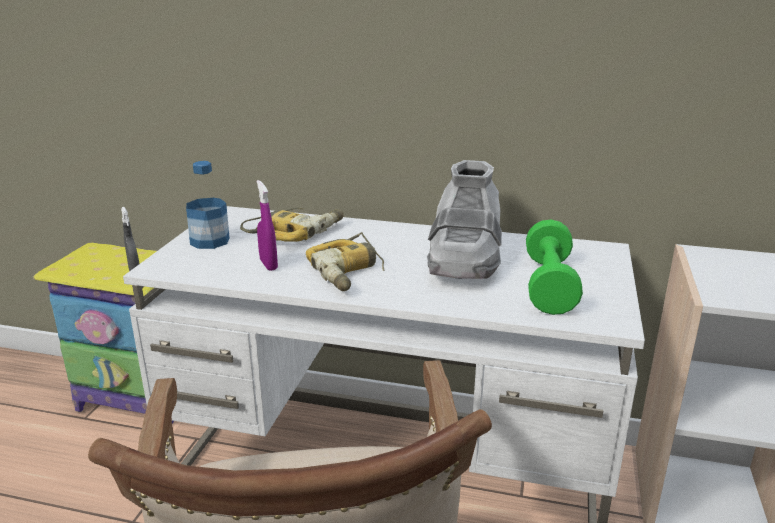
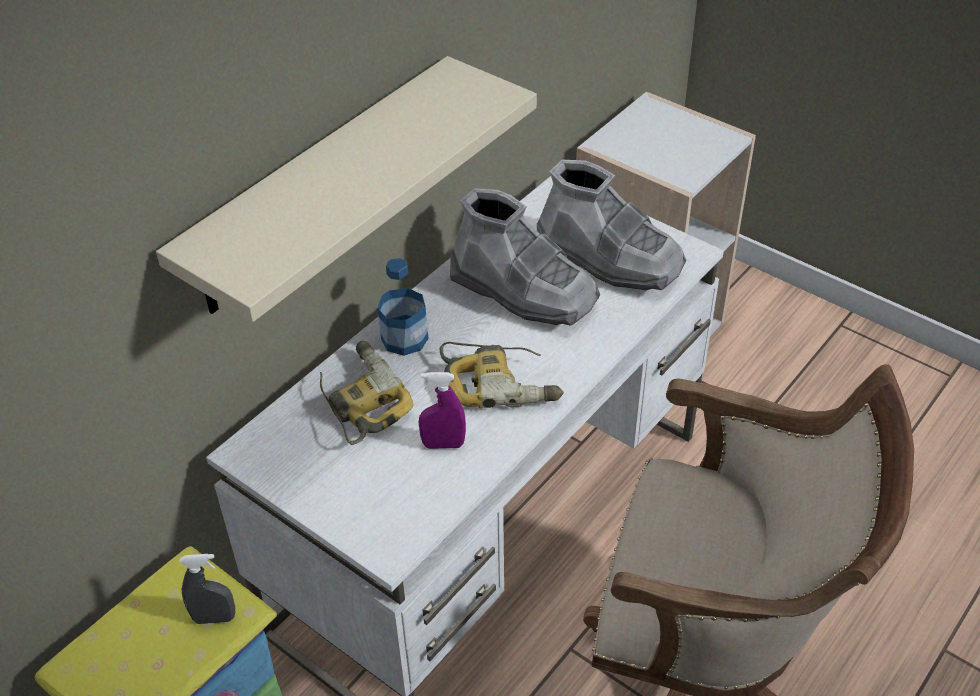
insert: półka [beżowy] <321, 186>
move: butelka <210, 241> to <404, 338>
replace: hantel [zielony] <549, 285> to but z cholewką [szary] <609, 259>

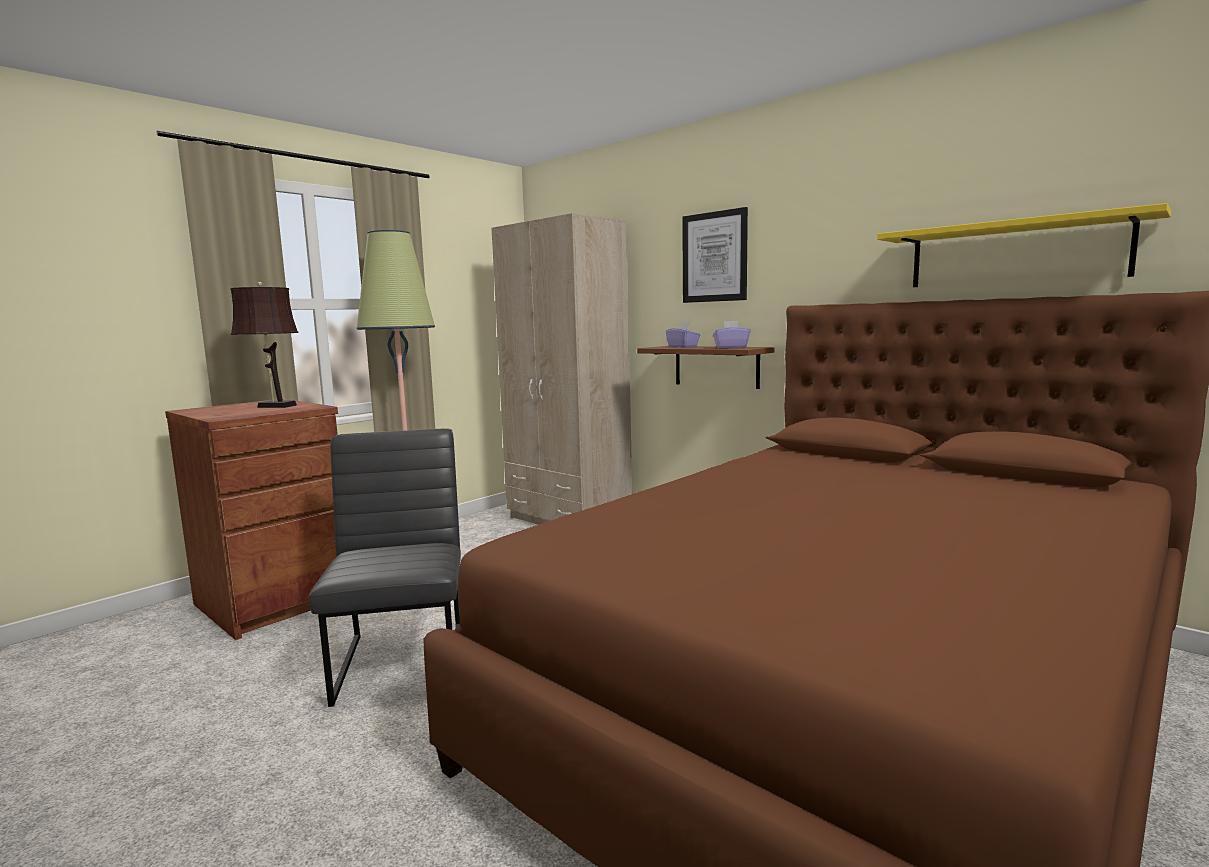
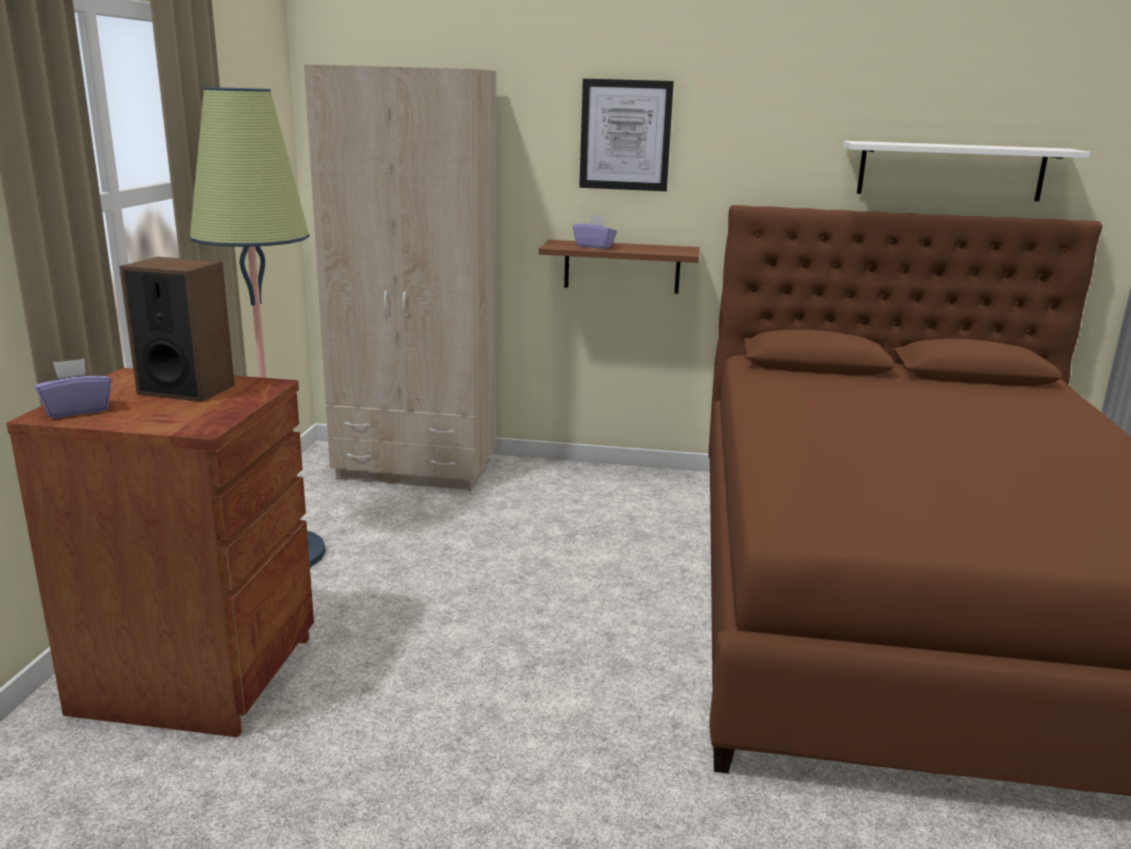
delete: krzesło [szary] <403, 659>
move: pudełko chusteczek [fioletowy] <731, 347> to <77, 410>
replace: lampa stołowa [brązowy] <274, 406> to głośnik <186, 389>
recolor: półka [żółty] <1015, 254> to półka [biały] <950, 171>

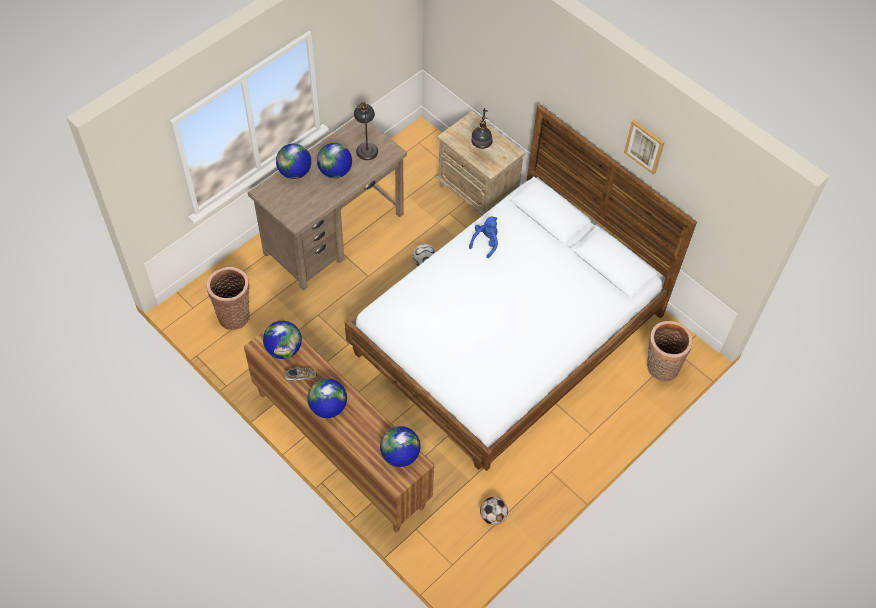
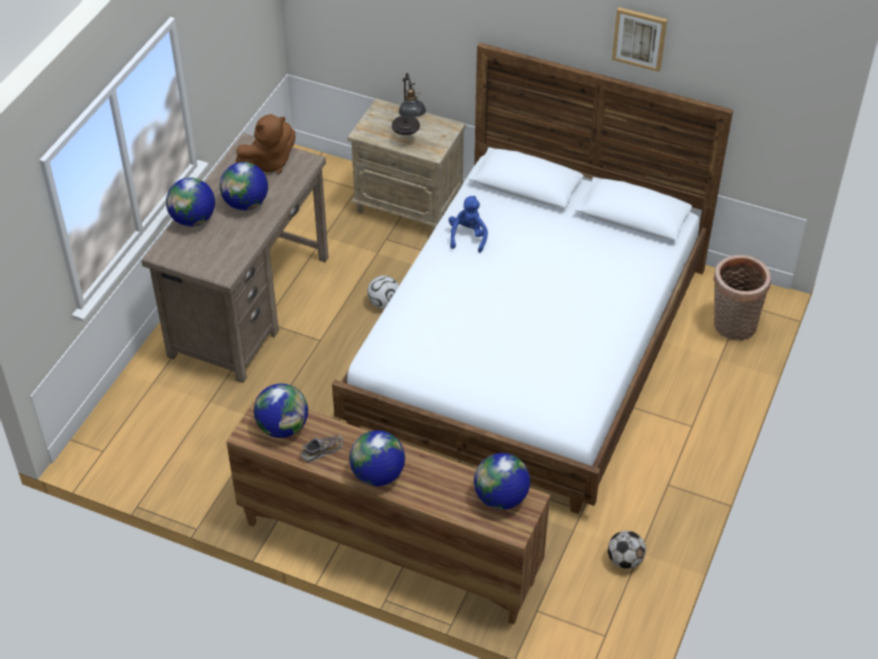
delete: koszyk <234, 314>
replace: lampa stołowa [szary] <365, 144> to pluszak [brązowy] <268, 163>

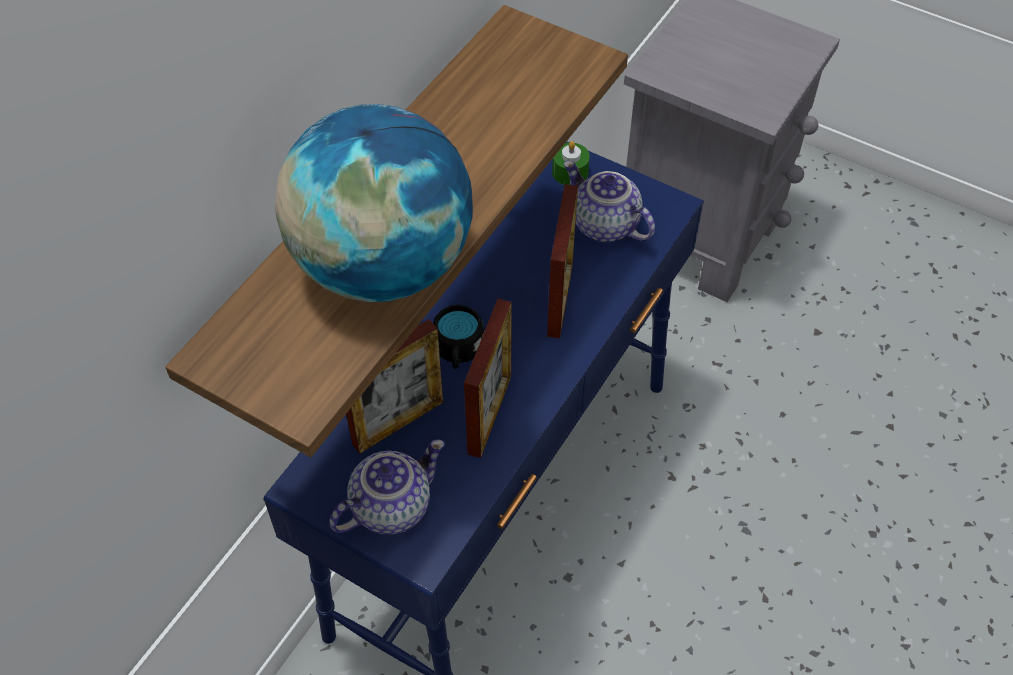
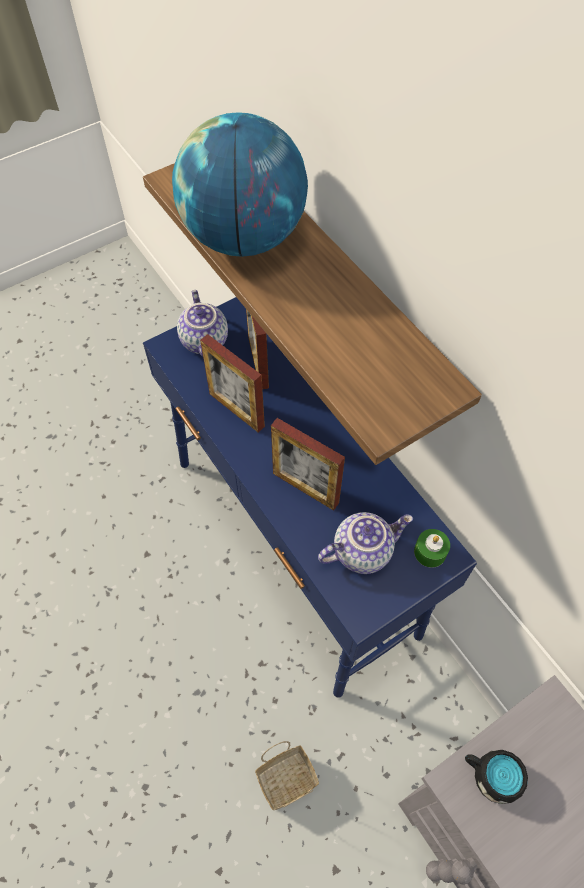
insert: koszyk <286, 782>
move: kubek [czarny] <458, 351> to <489, 774>

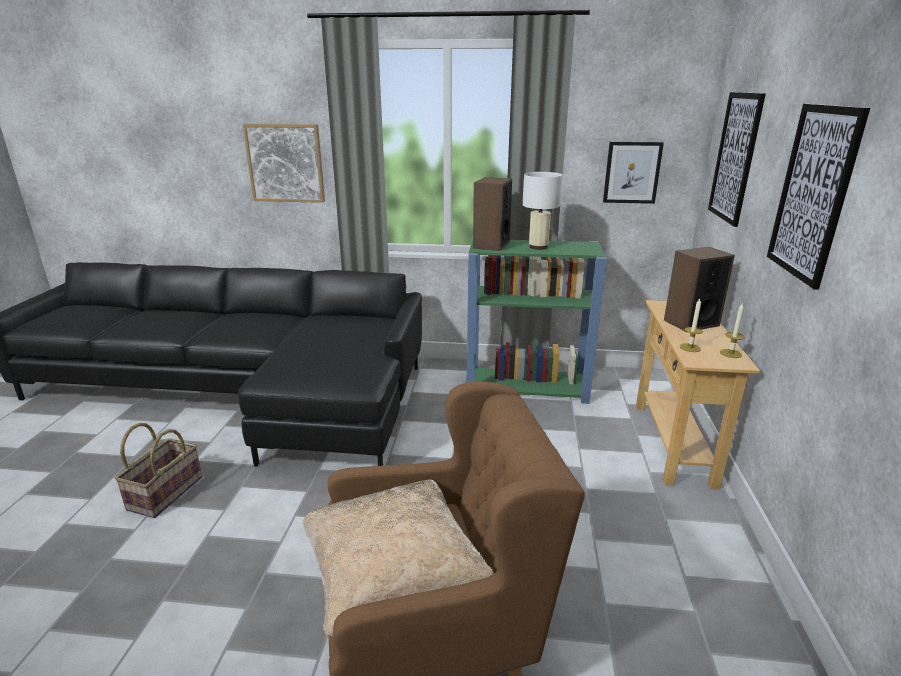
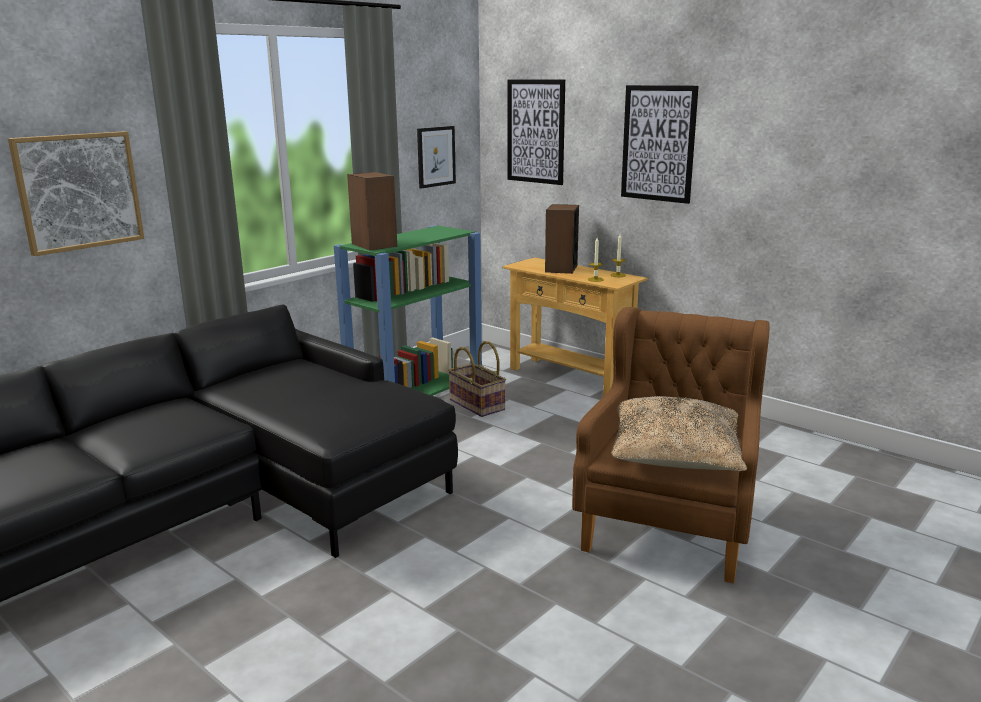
delete: lampa stołowa [biały] <539, 247>
move: koszyk <165, 492> to <476, 405>

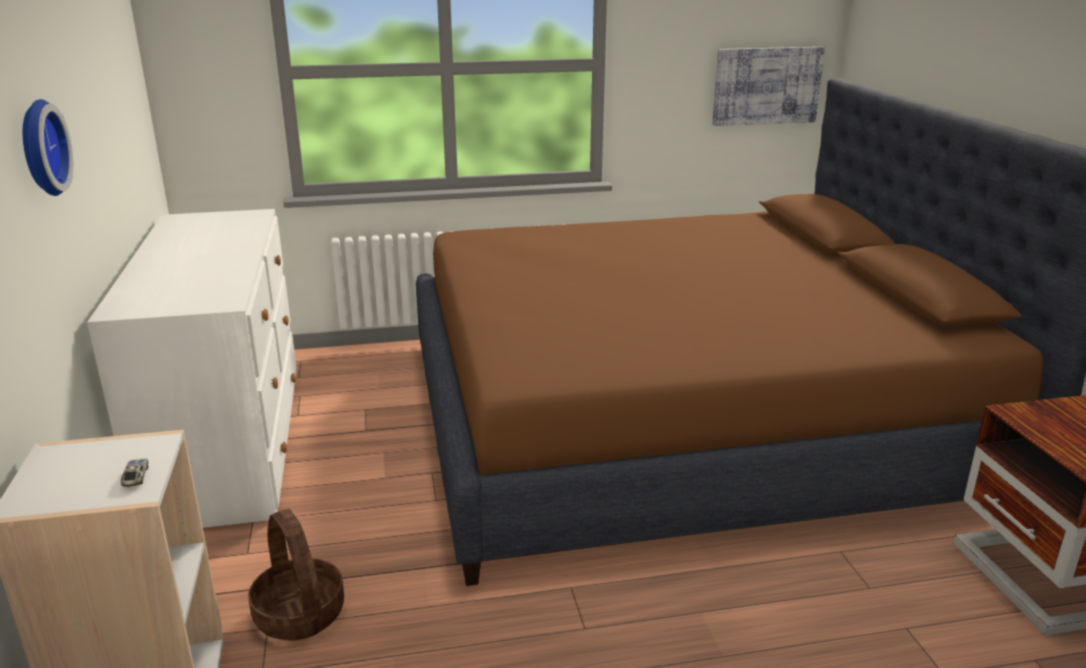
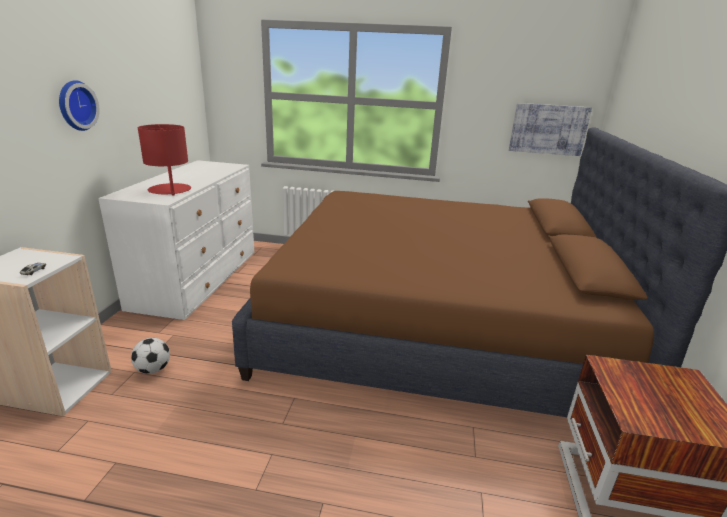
insert: lampa stołowa [czerwony] <170, 190>
replace: koszyk <298, 614> to piłka futbolowa <153, 369>

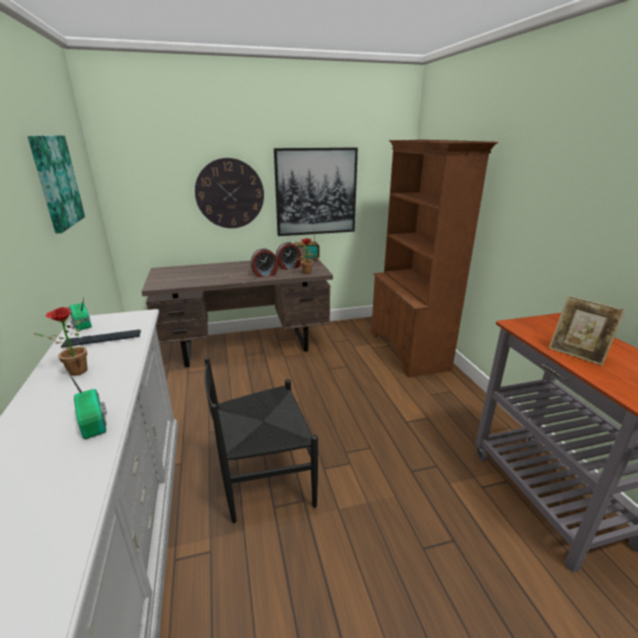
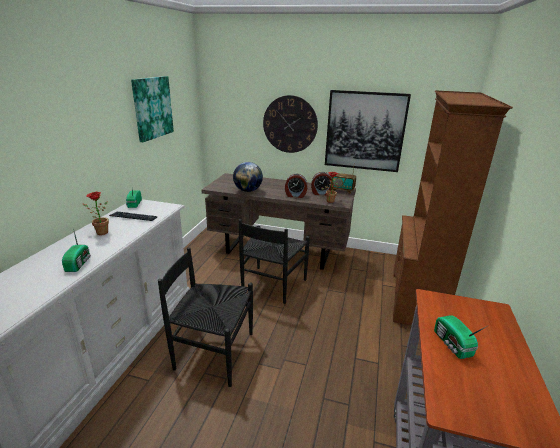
insert: globus <248, 190>; krzesło [czarny] <272, 285>
replace: ramka na zdjęcie <577, 354> to radio <452, 345>

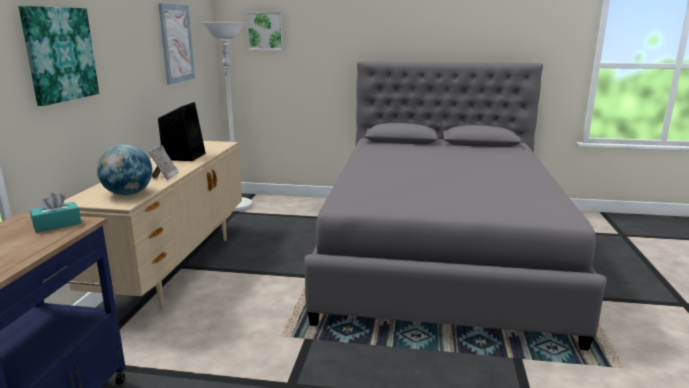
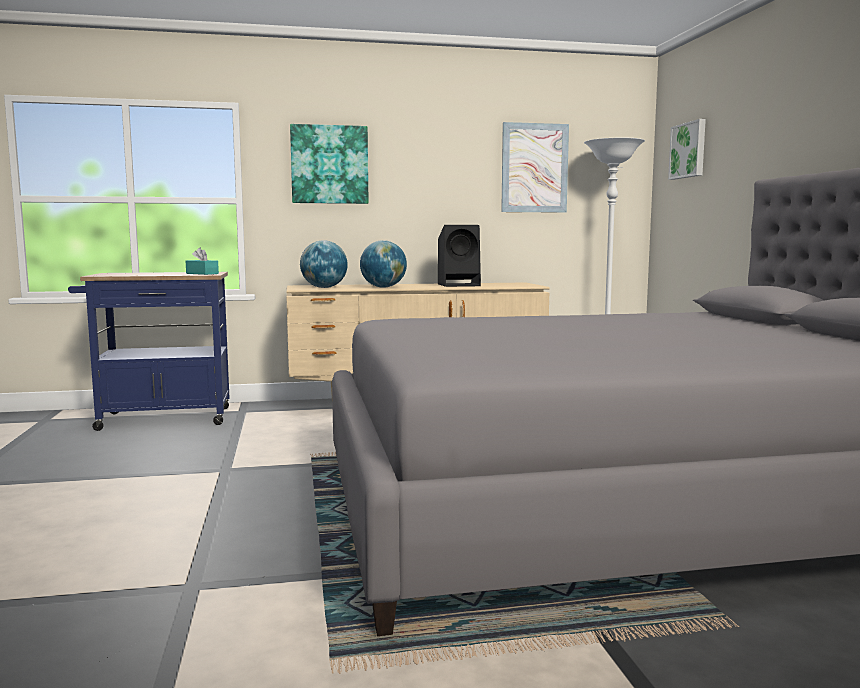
replace: ramka na zdjęcie <165, 176> to globus <383, 287>

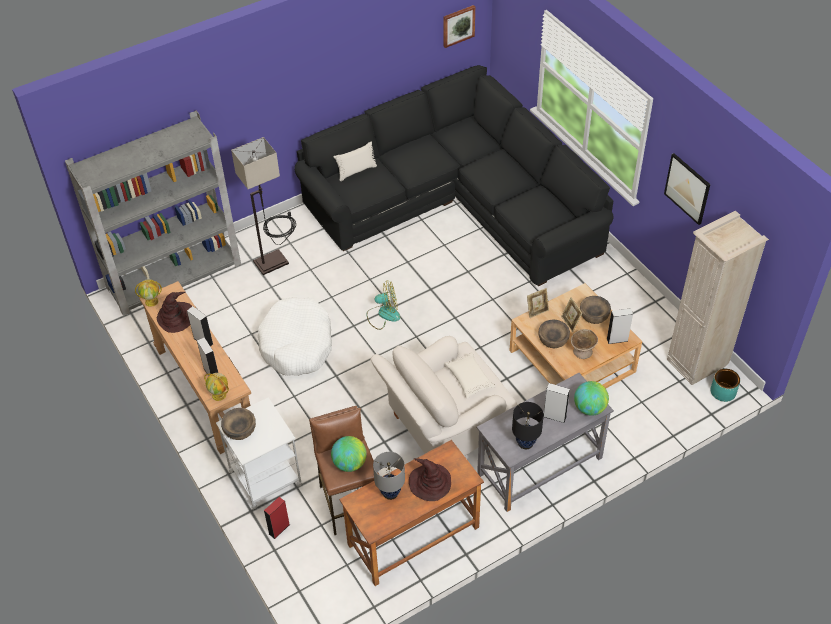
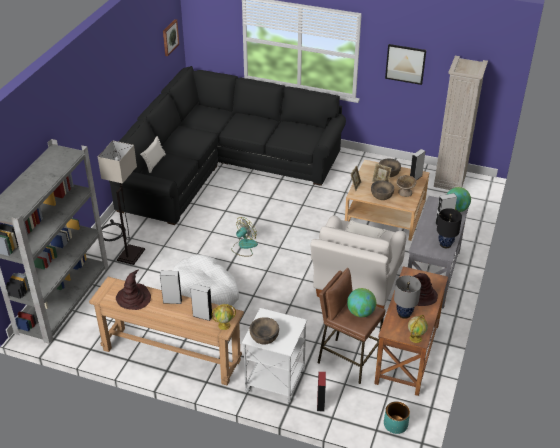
move: globus <152, 301> to <415, 338>; donica [turkusowy] <722, 392> to <395, 424>

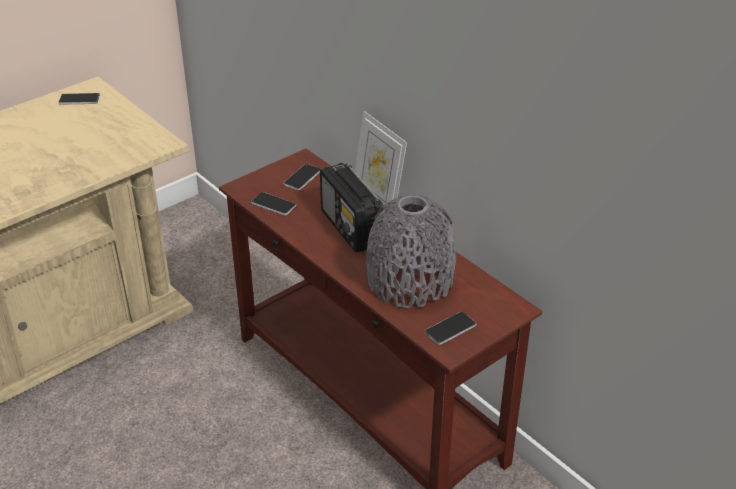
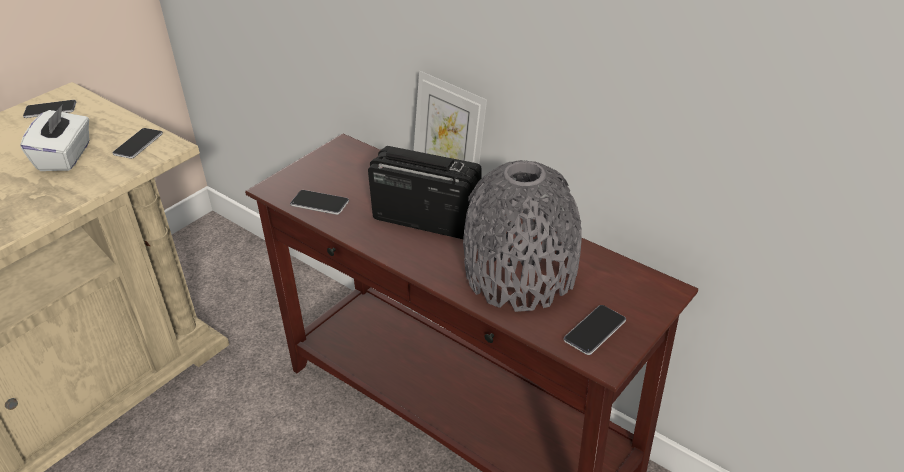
insert: pudełko chusteczek [biały] <65, 157>
move: telefon <302, 178> to <138, 144>
rotate: radio <351, 228> = <426, 219> 150 degrees clockwise

